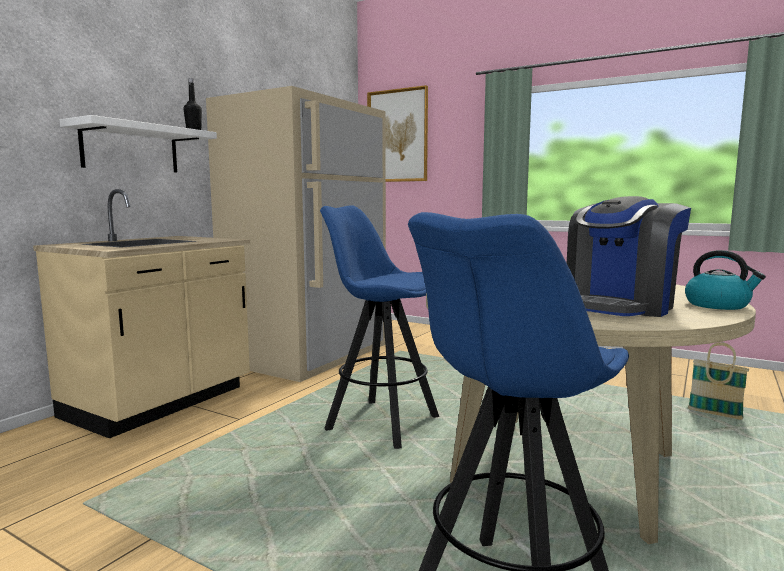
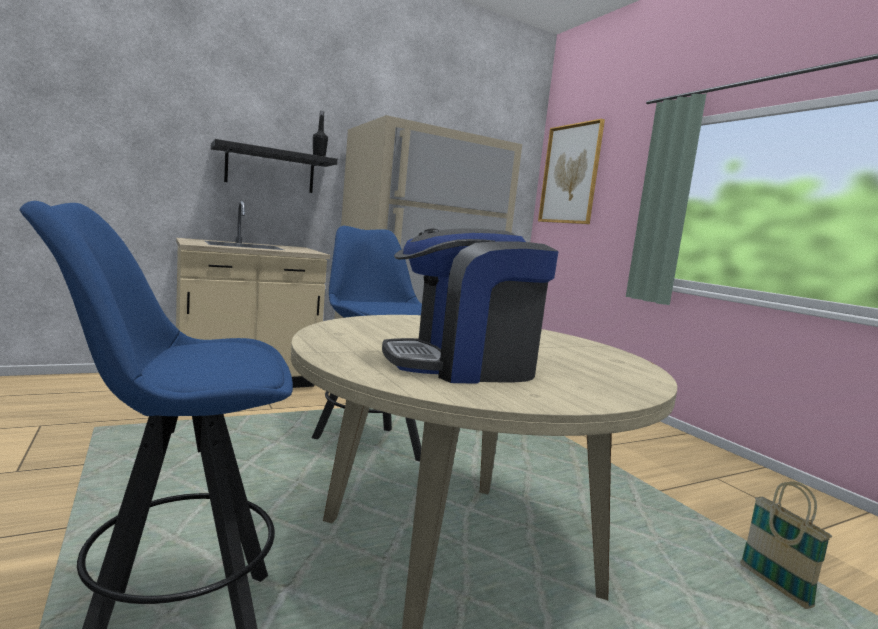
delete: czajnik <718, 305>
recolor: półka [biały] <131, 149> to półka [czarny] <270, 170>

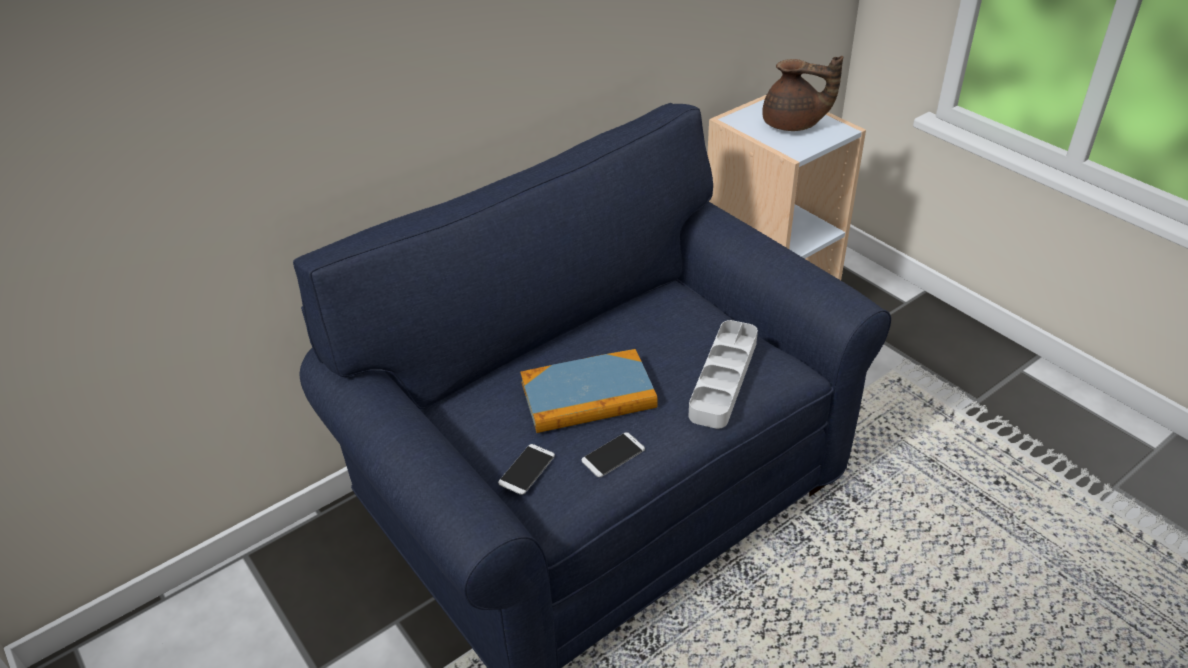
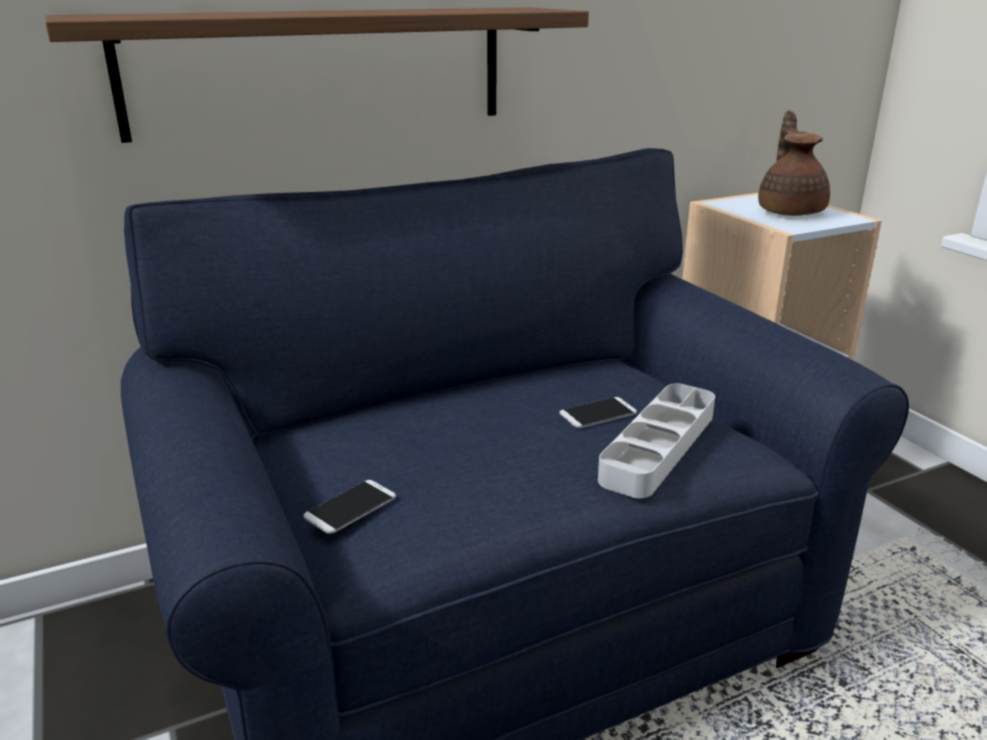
delete: książka <588, 395>
insert: półka <320, 70>
move: telefon <613, 455> to <598, 413>
rotate: imbryk [brązowy] <793, 125> = <790, 211> 120 degrees counterclockwise

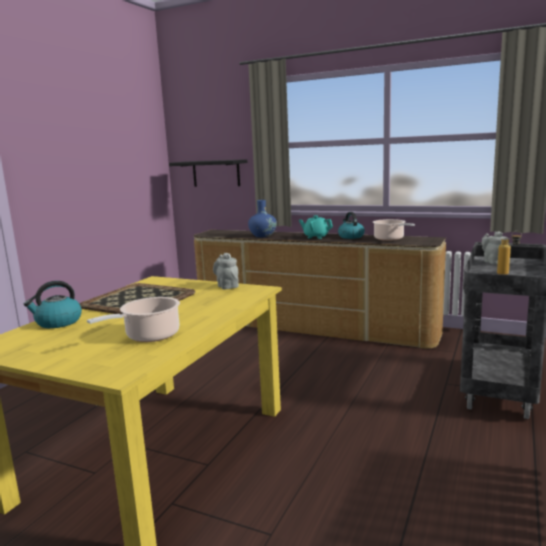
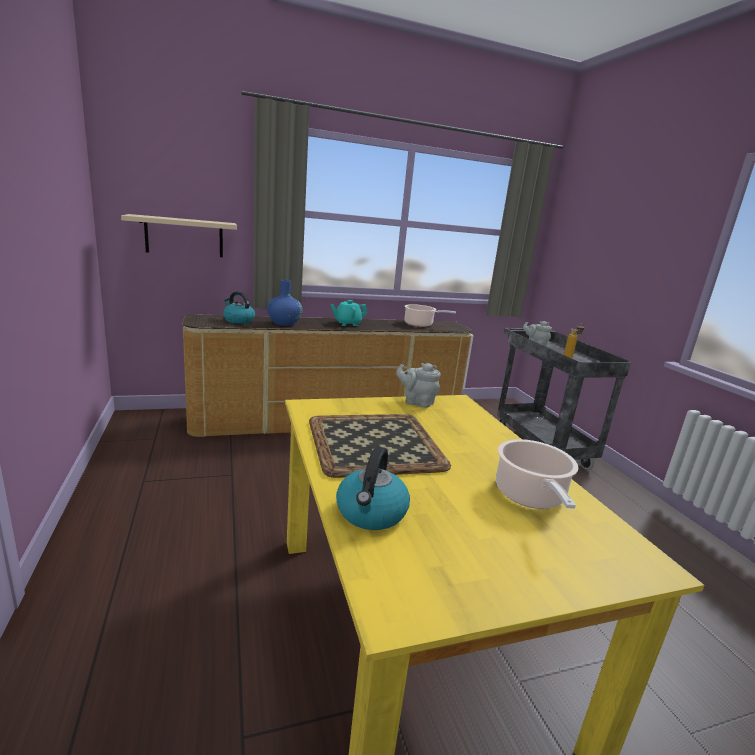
move: czajnik <350, 236> to <238, 320>
recolor: półka [czarny] <216, 173> to półka [beżowy] <184, 236>

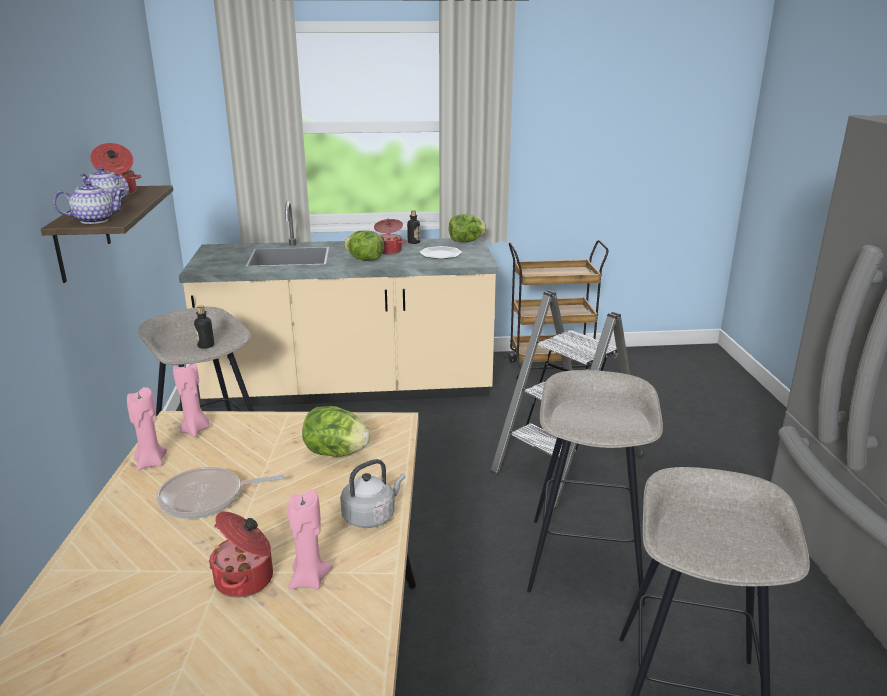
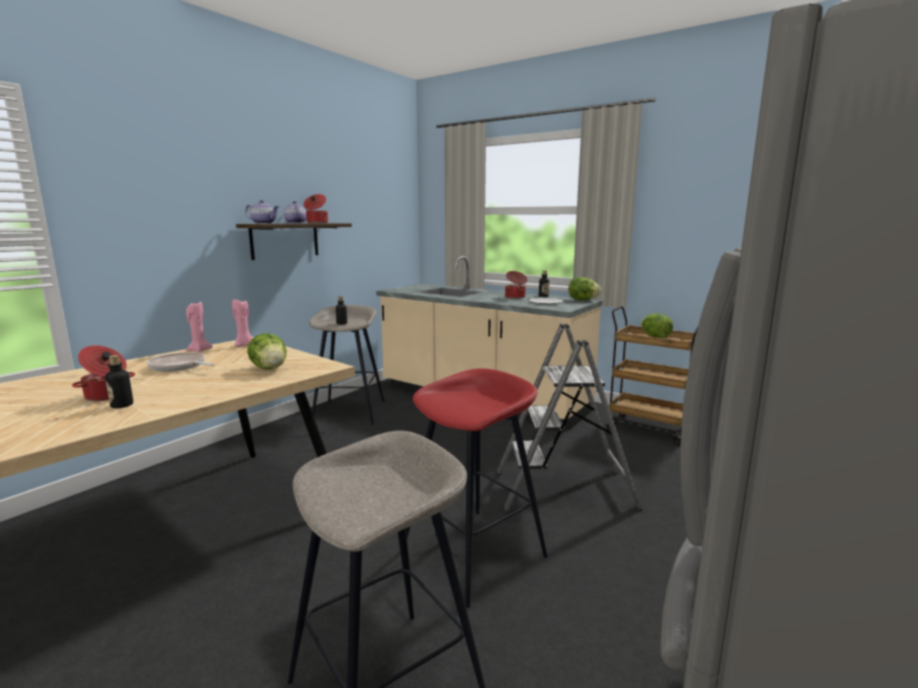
delete: czajnik [szary] <371, 516>
move: sałata <365, 260> to <655, 337>
replace: świeca [różowy] <309, 579> to butelka <122, 405>
recolor: stołek [szary] <585, 560> to stołek [czerwony] <474, 553>

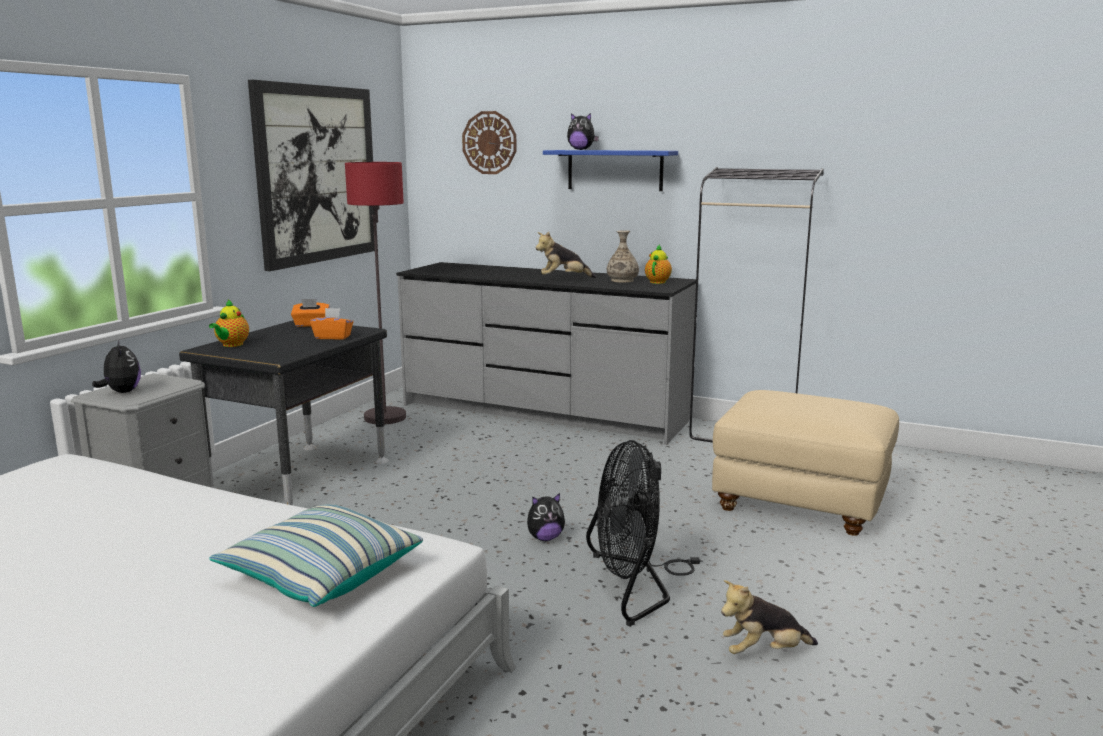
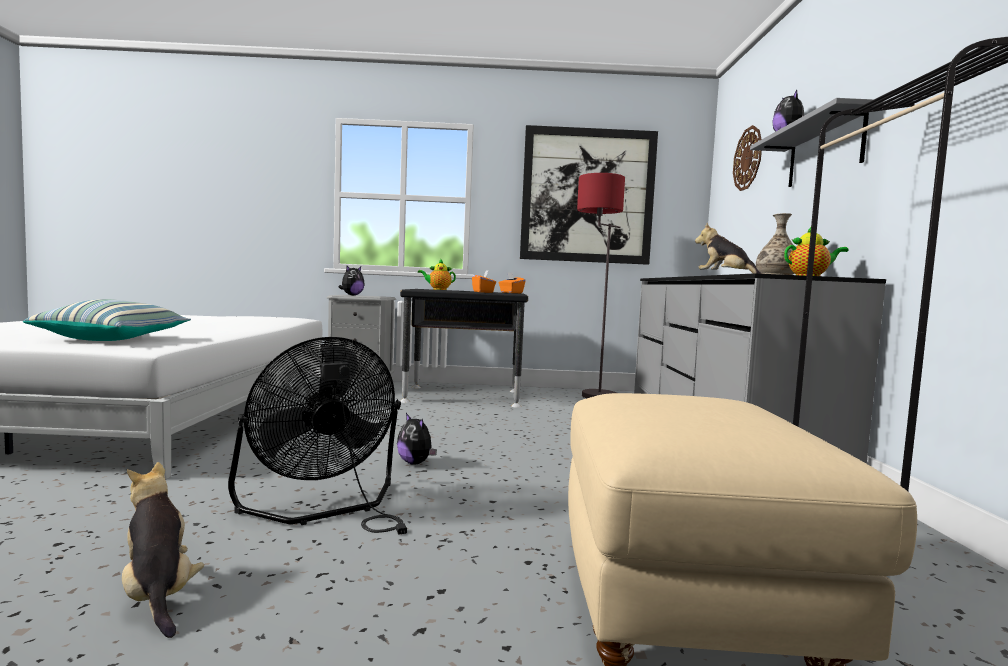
recolor: półka [niebieski] <615, 170> to półka [szary] <825, 151>

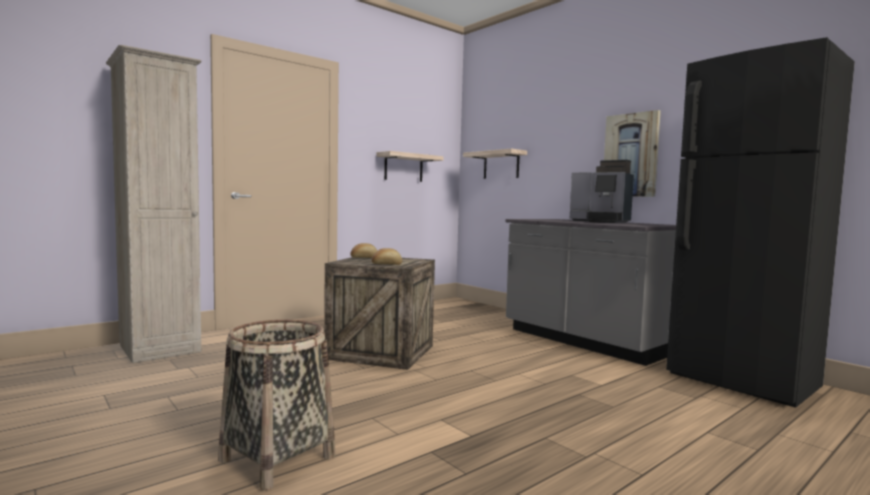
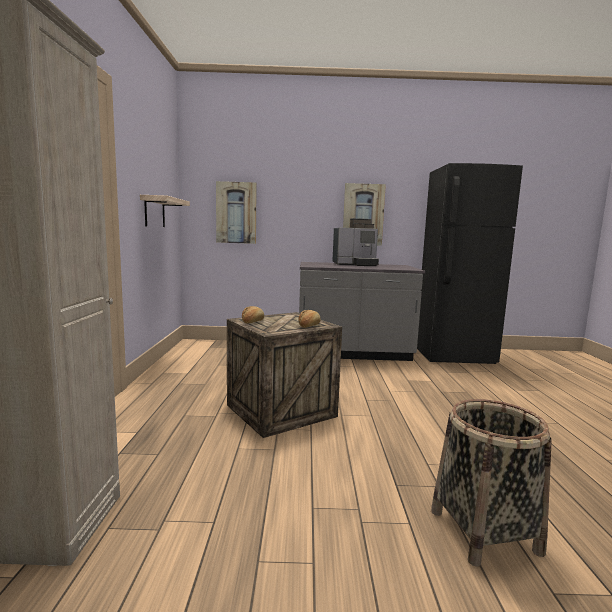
replace: półka <501, 165> to obraz <236, 213>

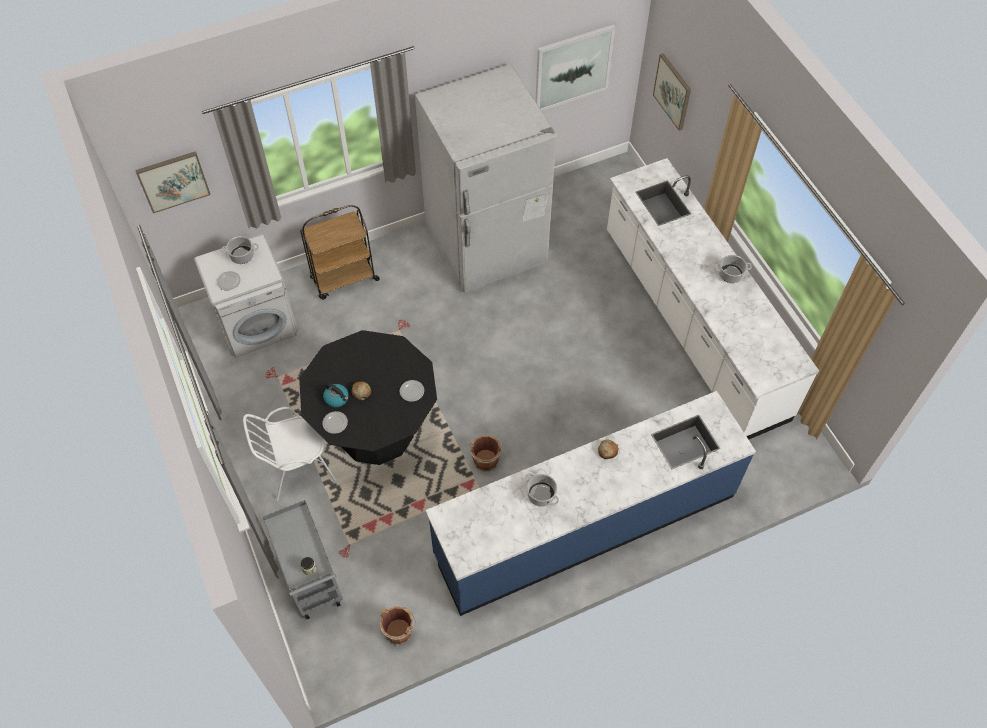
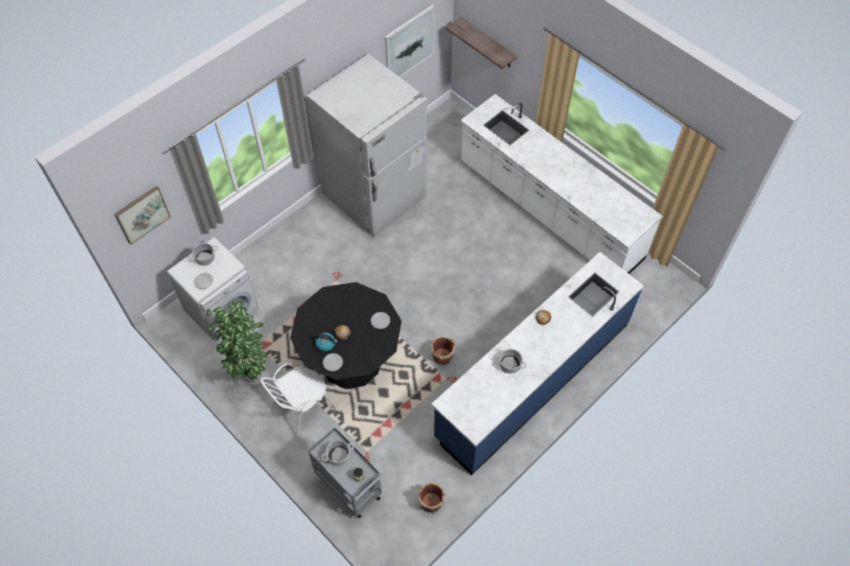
delete: wózek [brązowy] <344, 279>
insert: roślina doniczkowa <251, 374>
move: garnek <731, 274> to <339, 455>
replace: obraz <673, 91> to półka <487, 43>

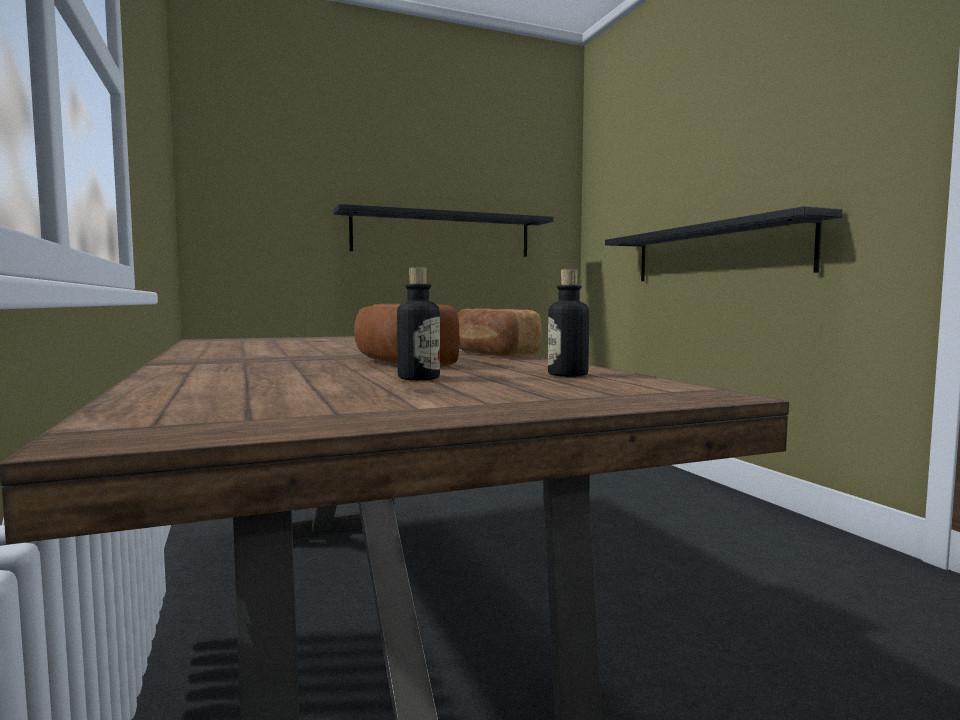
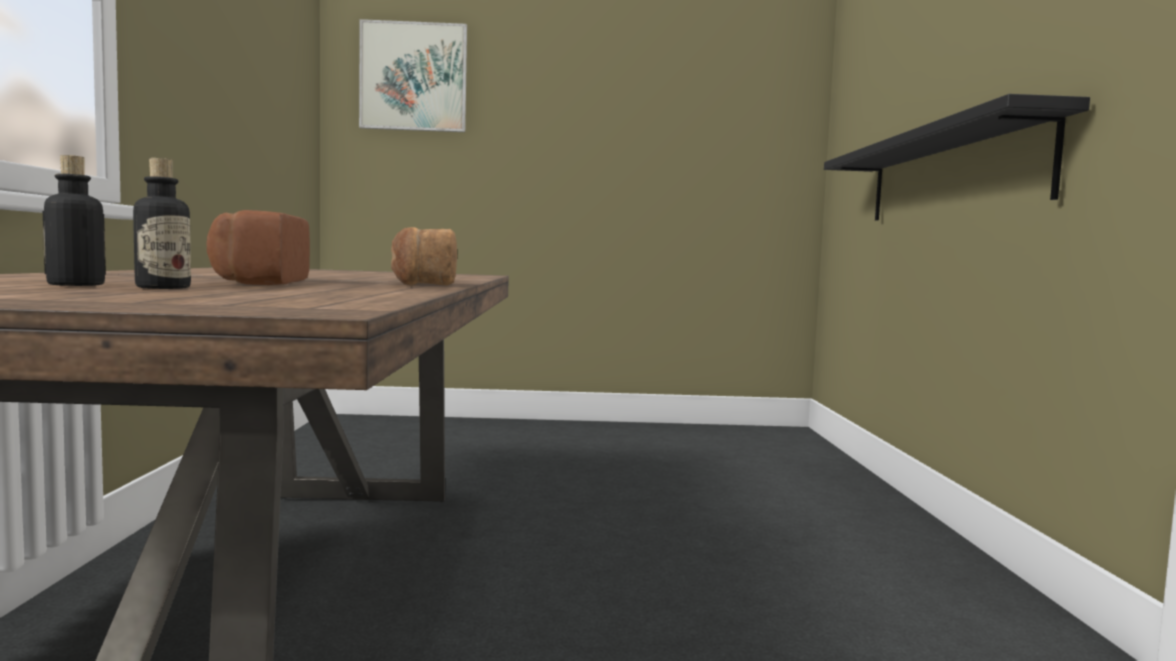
delete: półka [czarny] <442, 234>
insert: obraz <413, 77>
move: butelka <567, 375> to <76, 285>

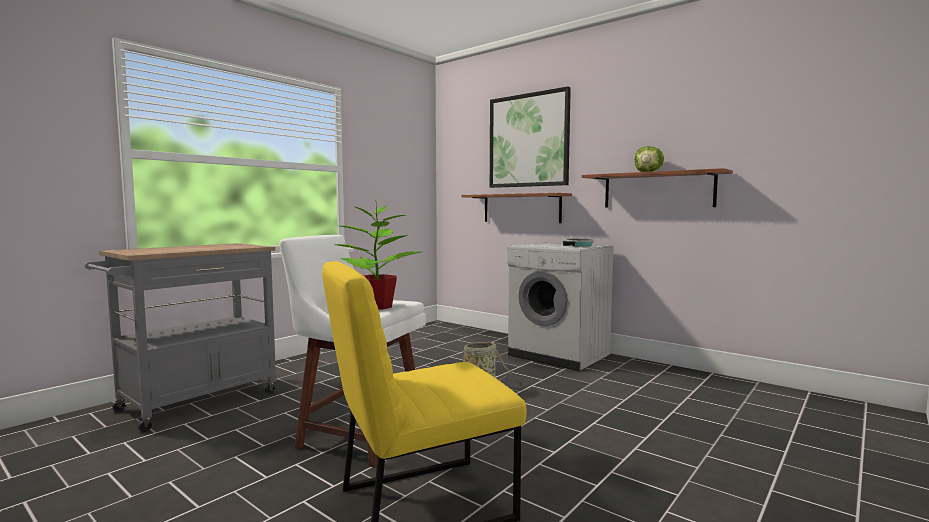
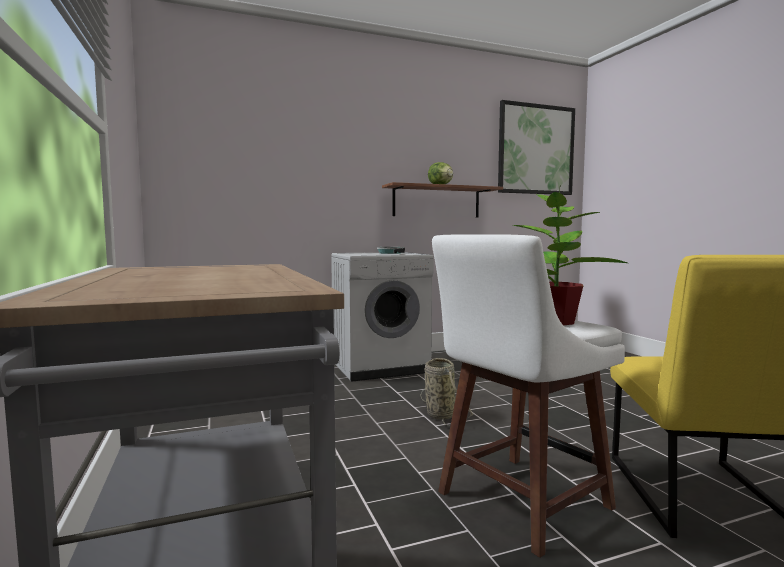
delete: półka <521, 208>
move: obraz <528, 140> to <535, 149>

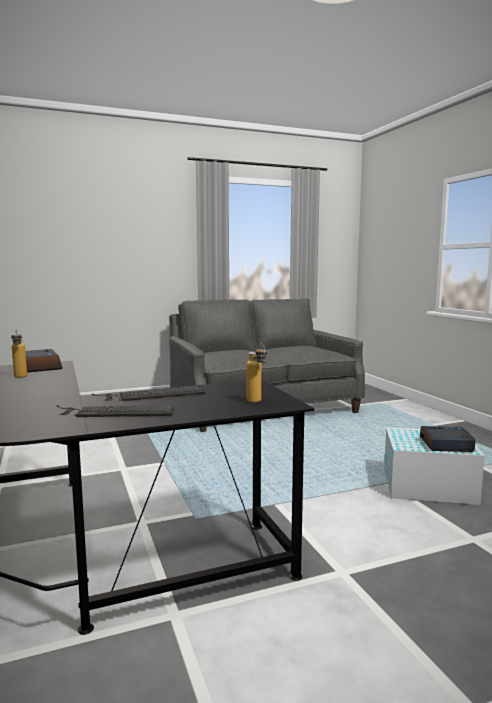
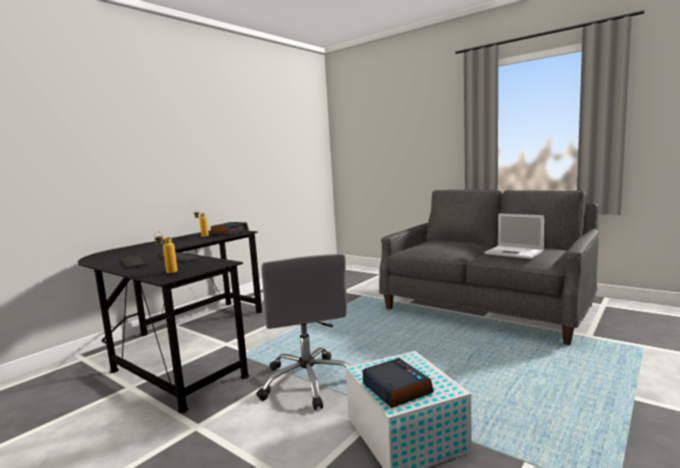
insert: krzesło biurowe [szary] <308, 382>; laptop <515, 252>

